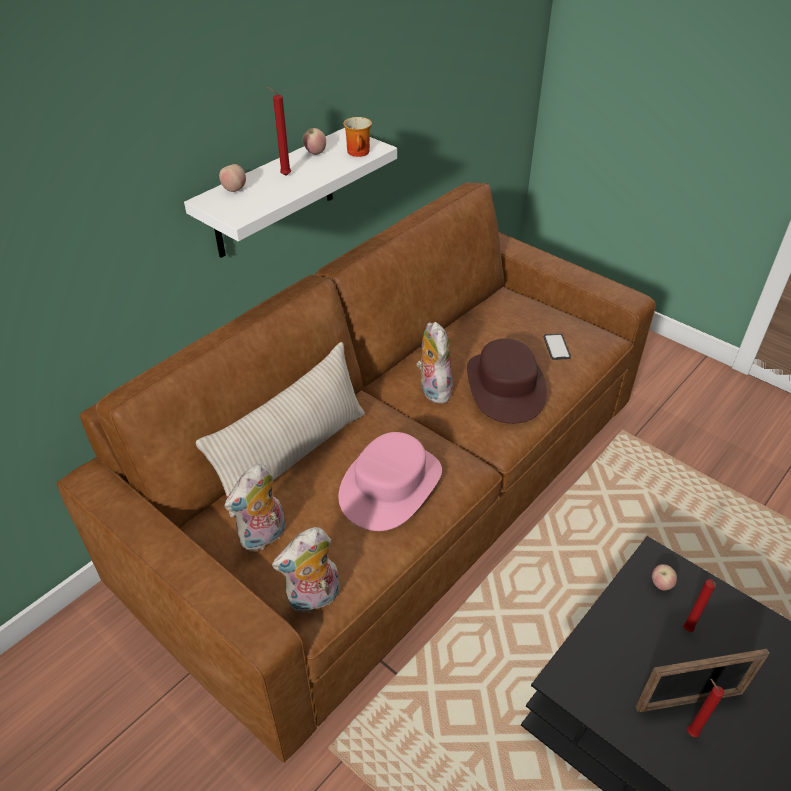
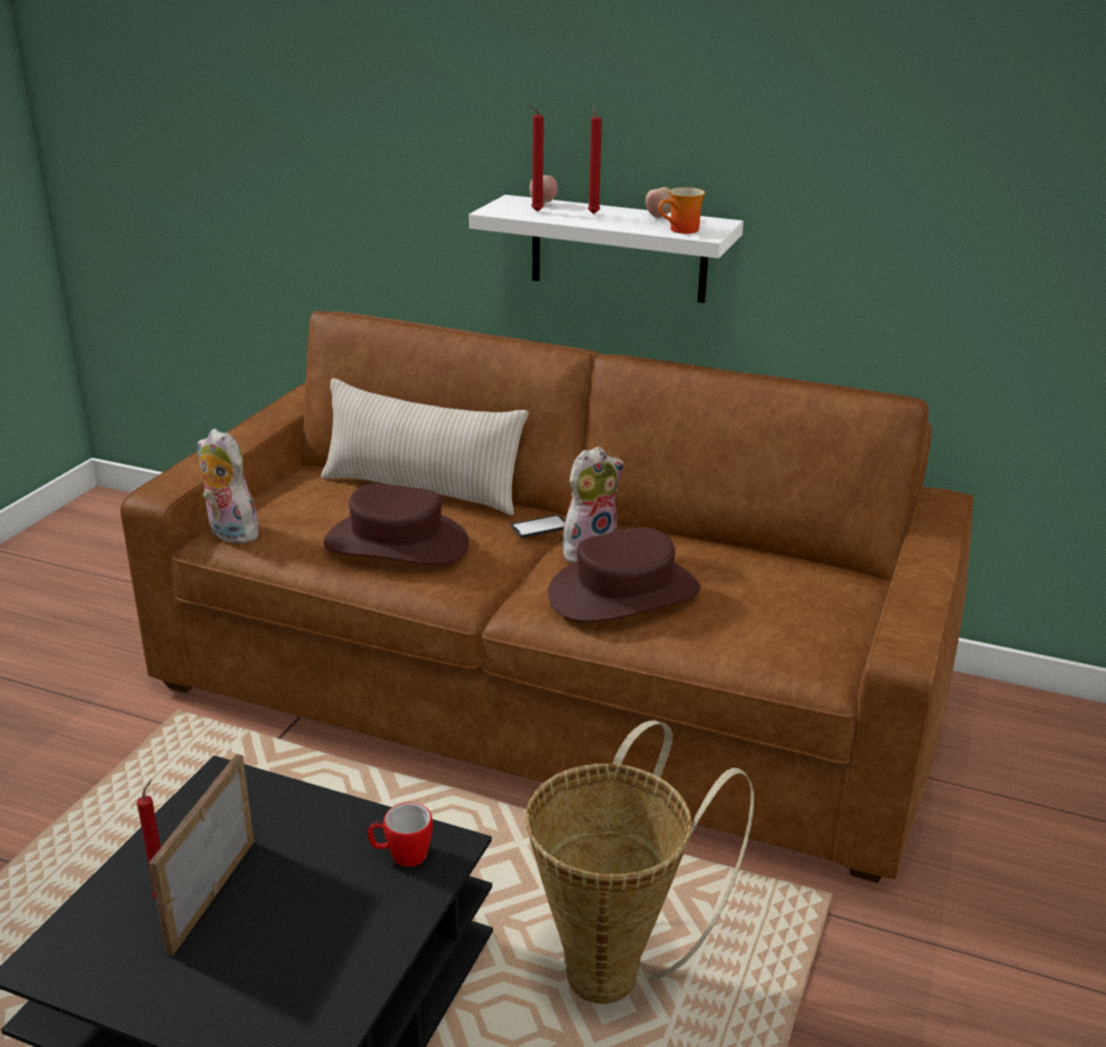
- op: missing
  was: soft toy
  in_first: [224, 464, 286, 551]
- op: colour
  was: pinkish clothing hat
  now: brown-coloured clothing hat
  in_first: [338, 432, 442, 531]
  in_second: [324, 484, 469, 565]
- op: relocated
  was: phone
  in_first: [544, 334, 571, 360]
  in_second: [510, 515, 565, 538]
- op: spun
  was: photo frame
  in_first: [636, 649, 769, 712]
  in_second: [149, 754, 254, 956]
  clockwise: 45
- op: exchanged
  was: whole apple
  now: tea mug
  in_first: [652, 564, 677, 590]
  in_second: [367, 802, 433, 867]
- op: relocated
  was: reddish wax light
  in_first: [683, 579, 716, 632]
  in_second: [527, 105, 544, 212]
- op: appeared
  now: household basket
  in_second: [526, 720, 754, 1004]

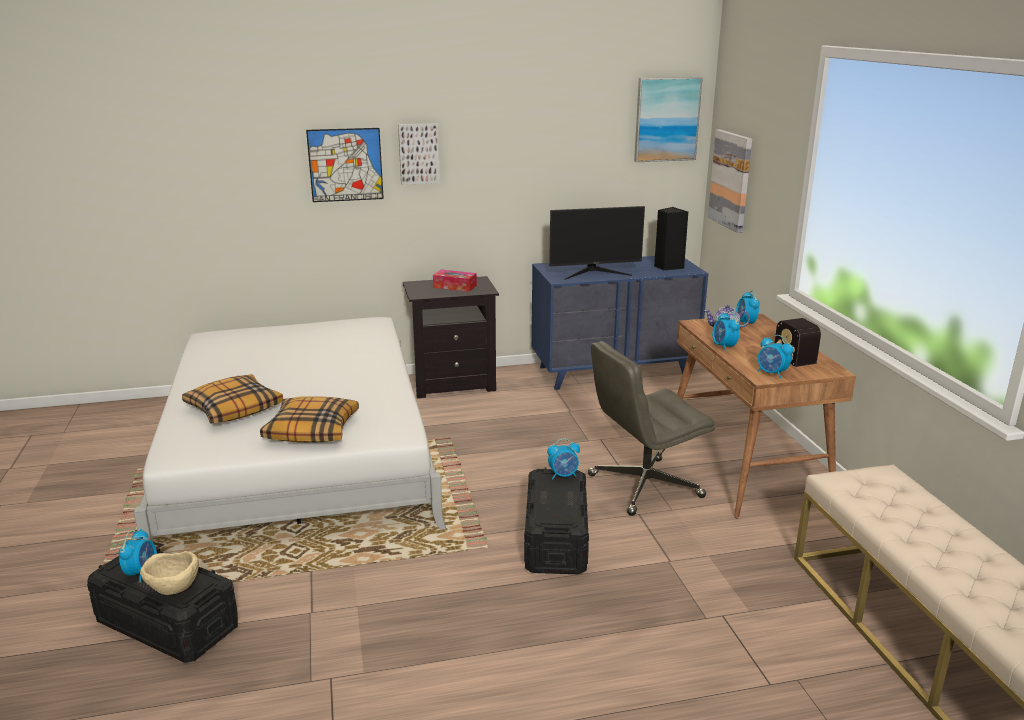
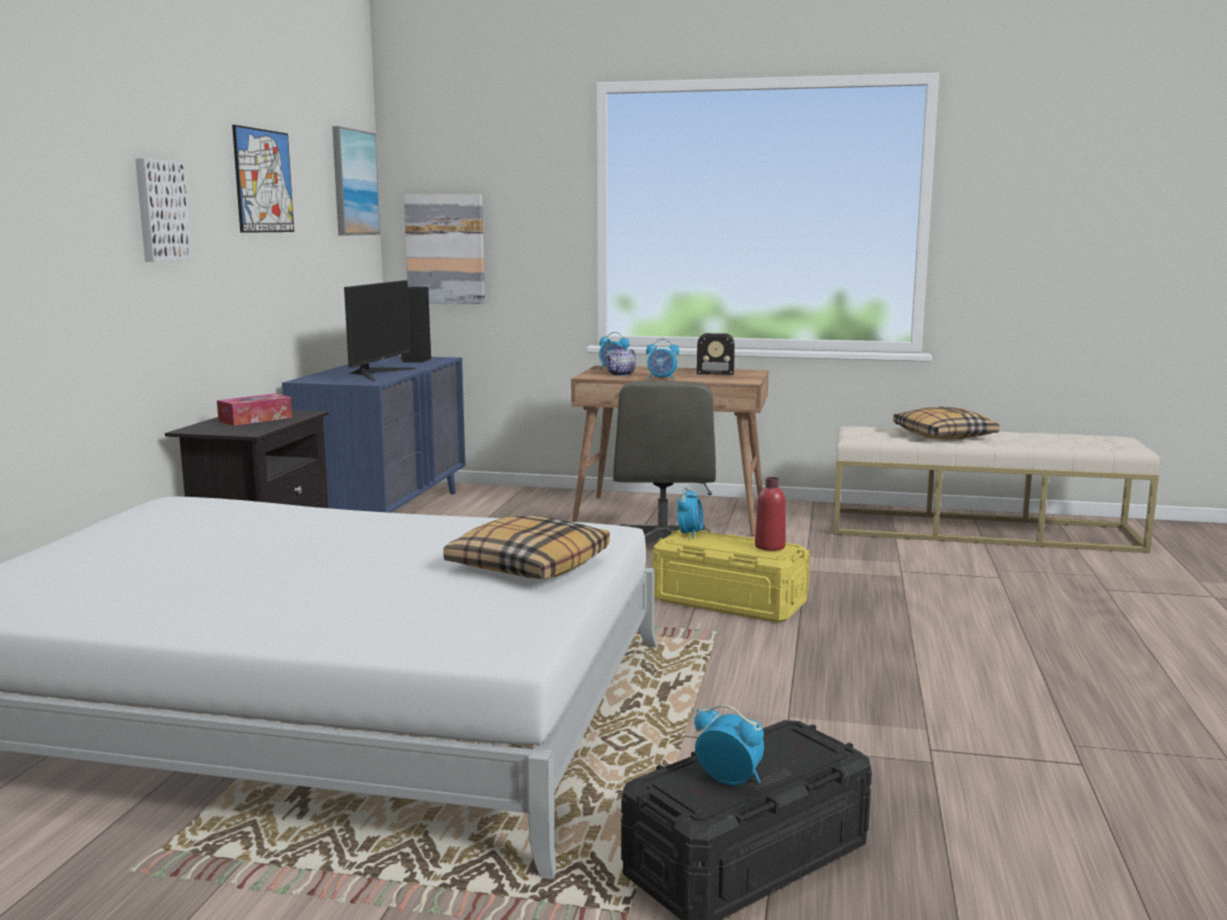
- op: missing
  was: sand-coloured serving bowl
  in_first: [140, 551, 199, 595]
- op: relocated
  was: throw pillow
  in_first: [182, 374, 283, 424]
  in_second: [893, 407, 999, 440]
- op: relocated
  was: picture
  in_first: [306, 128, 384, 202]
  in_second: [232, 125, 294, 233]
- op: colour
  was: black storage box
  now: yellowish storage box
  in_first: [524, 467, 589, 574]
  in_second: [652, 529, 810, 622]
- op: missing
  was: bedside clock
  in_first: [758, 335, 793, 378]
- op: appeared
  now: reddish drink bottle
  in_second: [755, 477, 786, 551]

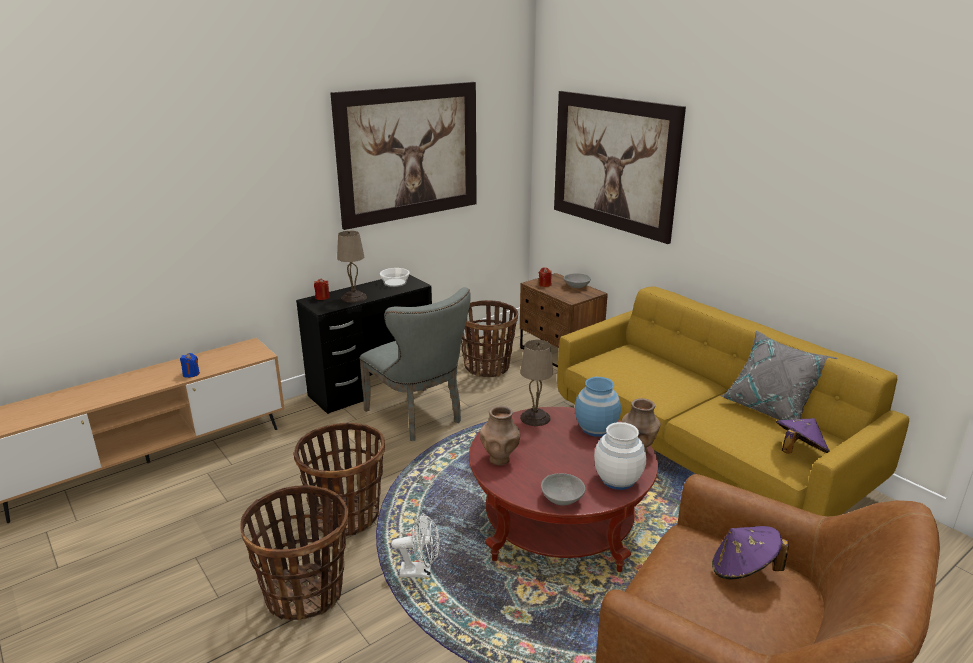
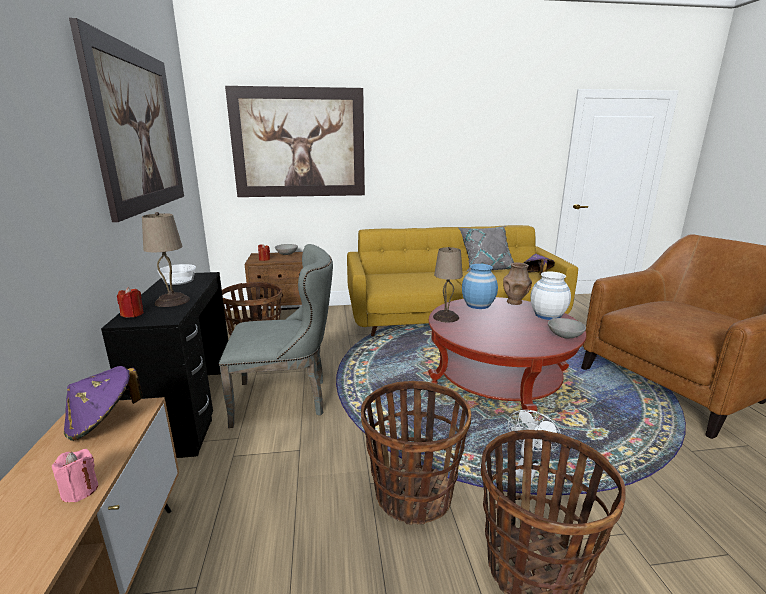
- op: colour
  was: blue wax light
  now: pinkish wax light
  in_first: [180, 353, 200, 378]
  in_second: [52, 449, 98, 503]
- op: missing
  was: brown-coloured decorative vase
  in_first: [480, 406, 520, 466]
- op: relocated
  was: purple clothing hat
  in_first: [712, 526, 789, 579]
  in_second: [64, 366, 143, 441]

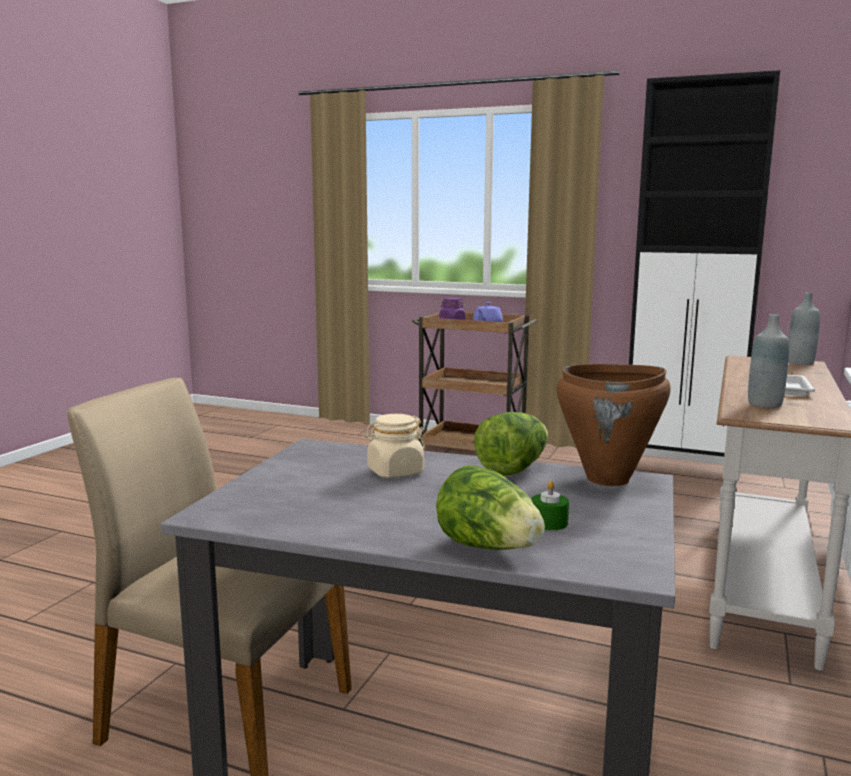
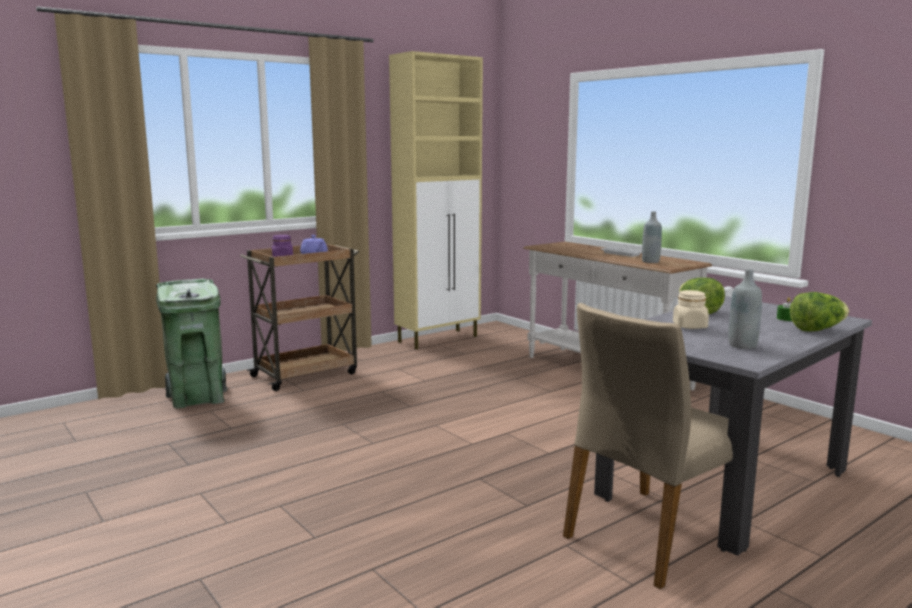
- op: missing
  was: brown-coloured cooking pot
  in_first: [557, 364, 671, 486]
- op: colour
  was: black cupboard
  now: sand-coloured cupboard
  in_first: [629, 70, 780, 457]
  in_second: [389, 51, 483, 349]
- op: relocated
  was: greyish drink bottle
  in_first: [789, 292, 820, 365]
  in_second: [728, 269, 762, 349]
- op: appeared
  now: green trash can
  in_second: [156, 278, 227, 408]

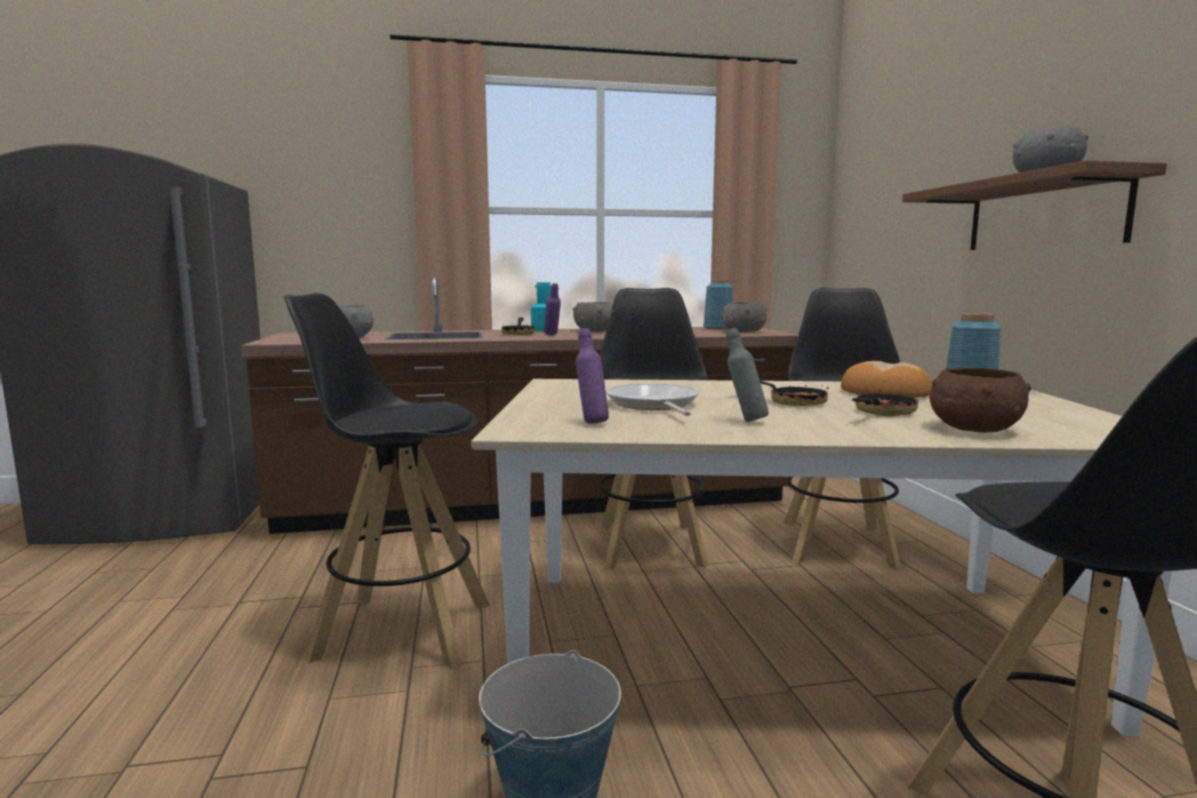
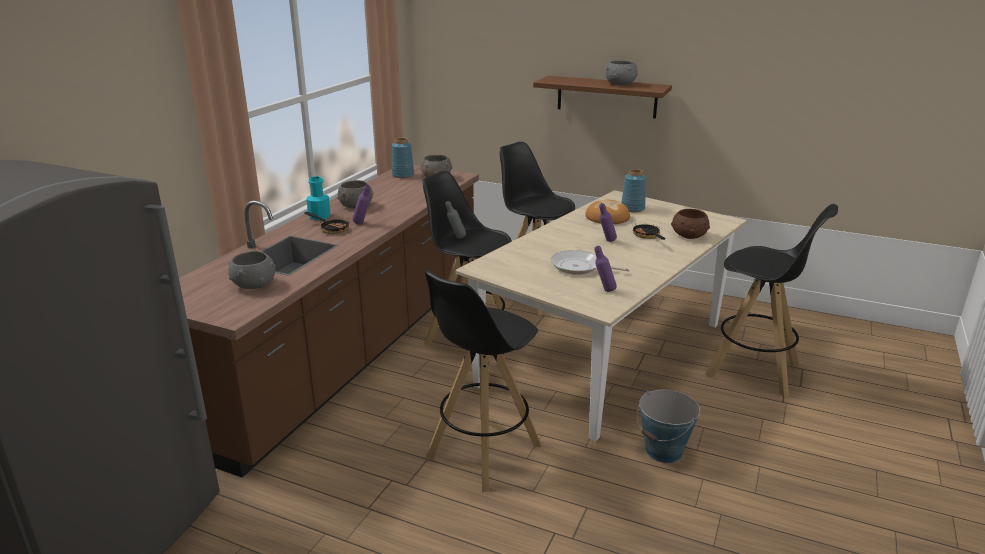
- op: relocated
  was: greyish drink bottle
  in_first: [726, 328, 769, 422]
  in_second: [445, 201, 466, 239]
- op: exchanged
  was: frying pan
  now: purple drink bottle
  in_first: [728, 374, 829, 406]
  in_second: [599, 203, 617, 242]

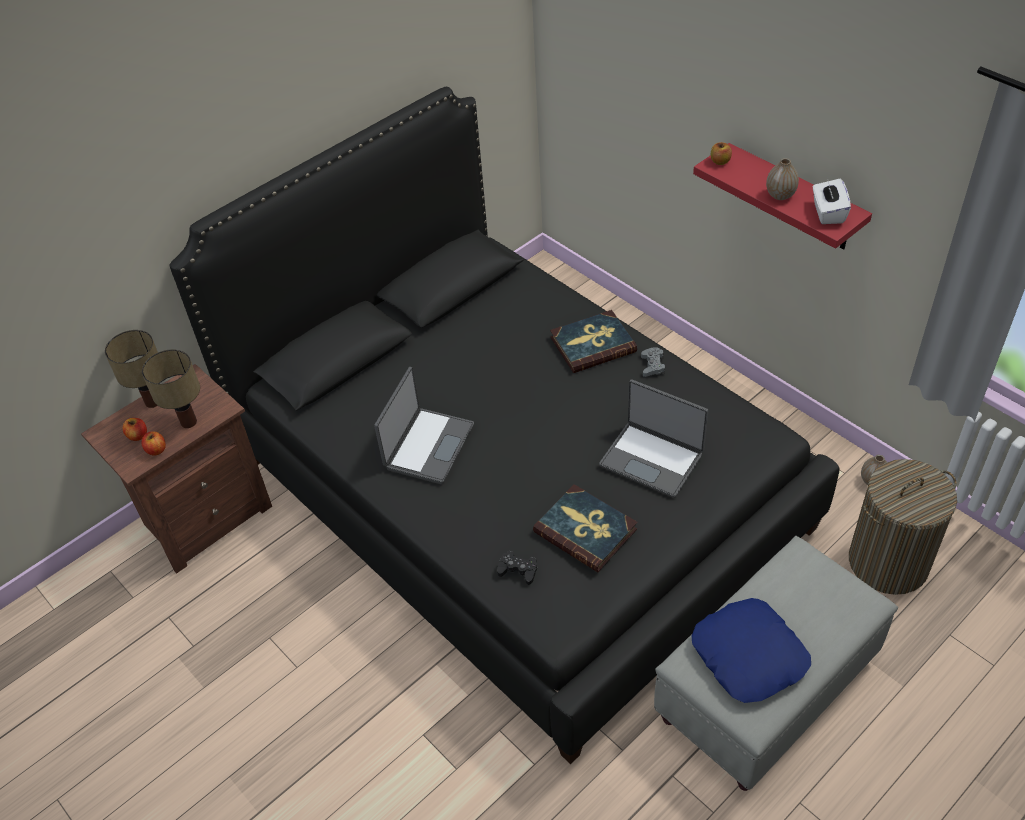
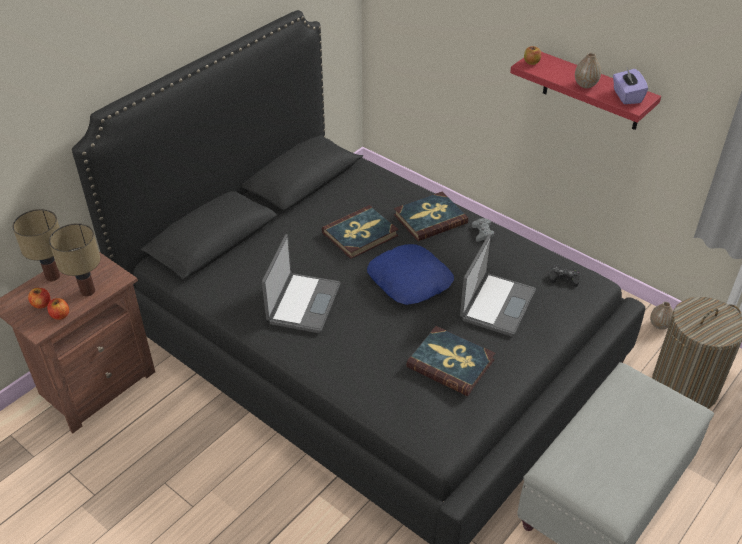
- op: relocated
  was: black game controller
  in_first: [497, 551, 537, 585]
  in_second: [550, 265, 580, 287]
- op: spun
  was: notebook computer
  in_first: [599, 379, 708, 498]
  in_second: [460, 234, 536, 337]
  clockwise: -90
- op: relocated
  was: blue throw pillow
  in_first: [692, 598, 811, 703]
  in_second: [367, 244, 454, 305]
- op: colour
  was: whitish box of tissues
  now: purple box of tissues
  in_first: [813, 179, 851, 224]
  in_second: [613, 68, 648, 104]
- op: appeared
  now: book
  in_second: [322, 205, 398, 259]

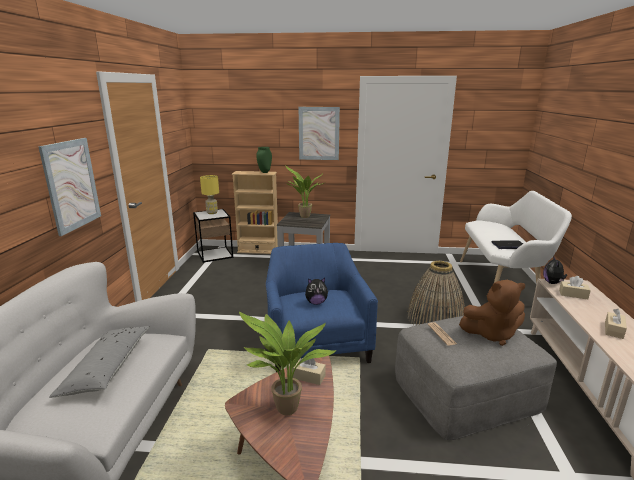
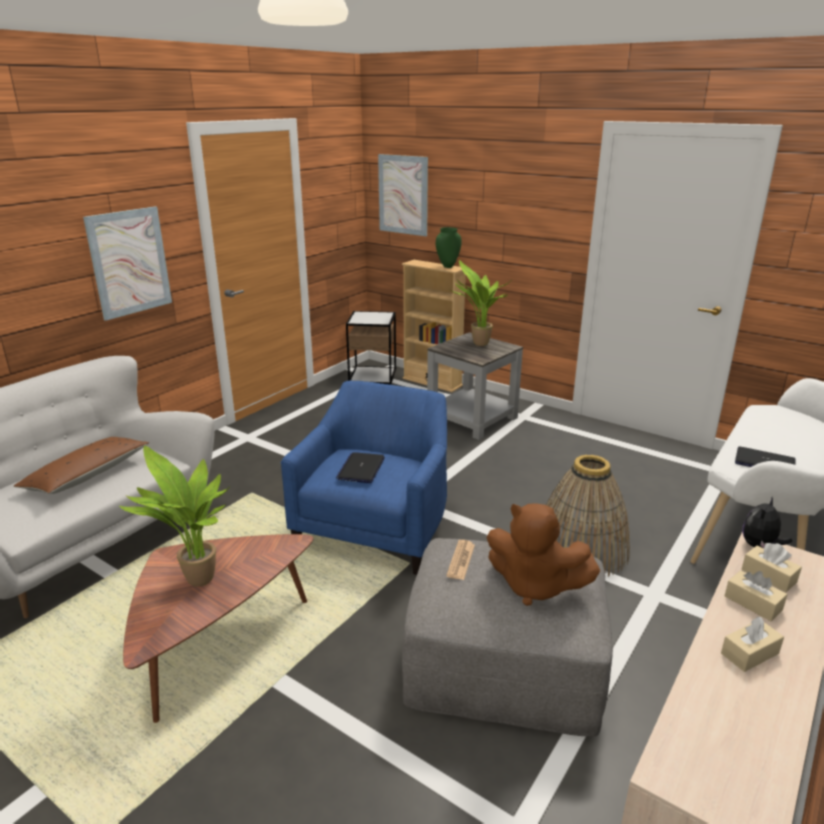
- op: colour
  was: greyish throw pillow
  now: brown-coloured throw pillow
  in_first: [49, 326, 150, 398]
  in_second: [14, 437, 149, 494]
- op: missing
  was: yellowish table lamp
  in_first: [200, 175, 219, 214]
- op: relocated
  was: sand-coloured box of tissues
  in_first: [292, 358, 326, 385]
  in_second: [725, 570, 788, 621]
- op: relocated
  was: picture
  in_first: [299, 107, 340, 160]
  in_second: [378, 154, 428, 236]
- op: exchanged
  was: soft toy
  now: notebook computer
  in_first: [305, 278, 328, 305]
  in_second: [336, 452, 385, 483]

